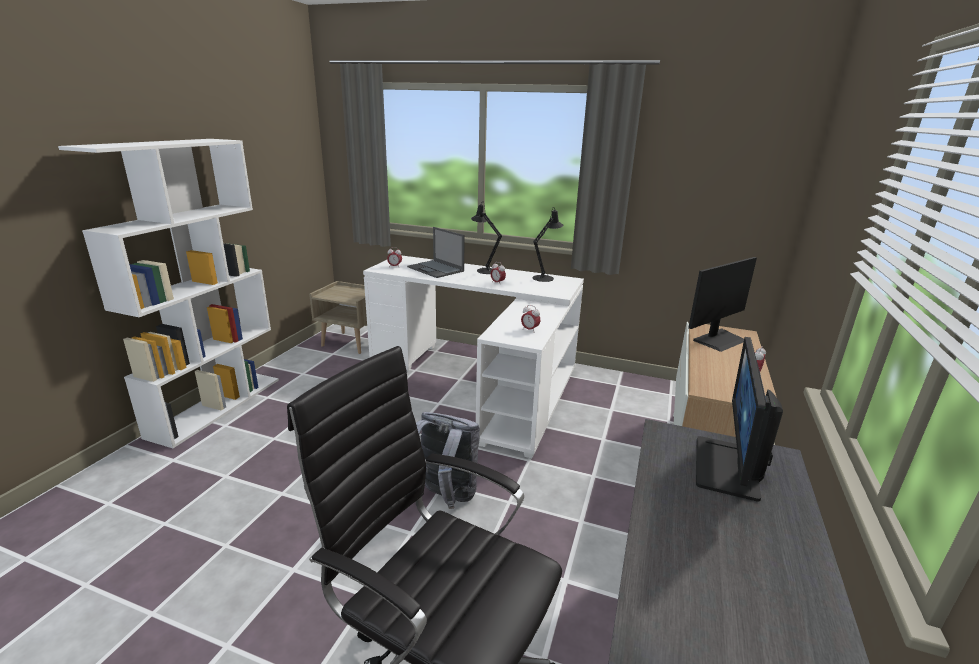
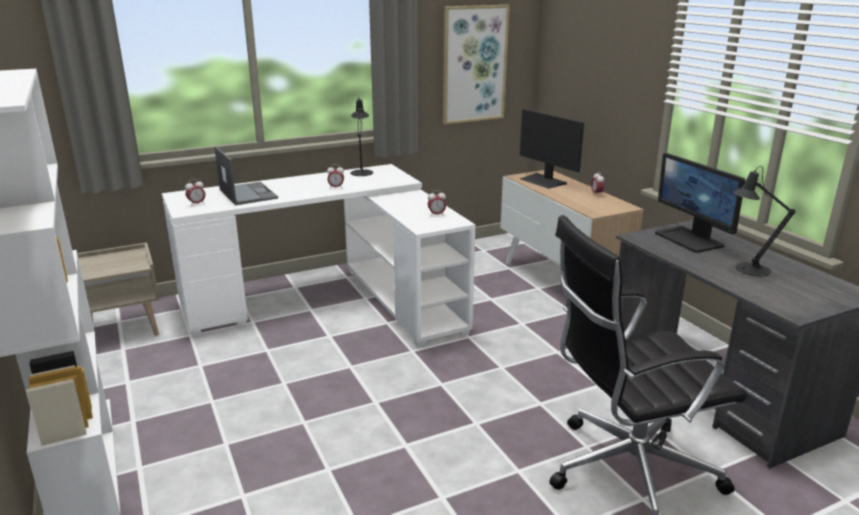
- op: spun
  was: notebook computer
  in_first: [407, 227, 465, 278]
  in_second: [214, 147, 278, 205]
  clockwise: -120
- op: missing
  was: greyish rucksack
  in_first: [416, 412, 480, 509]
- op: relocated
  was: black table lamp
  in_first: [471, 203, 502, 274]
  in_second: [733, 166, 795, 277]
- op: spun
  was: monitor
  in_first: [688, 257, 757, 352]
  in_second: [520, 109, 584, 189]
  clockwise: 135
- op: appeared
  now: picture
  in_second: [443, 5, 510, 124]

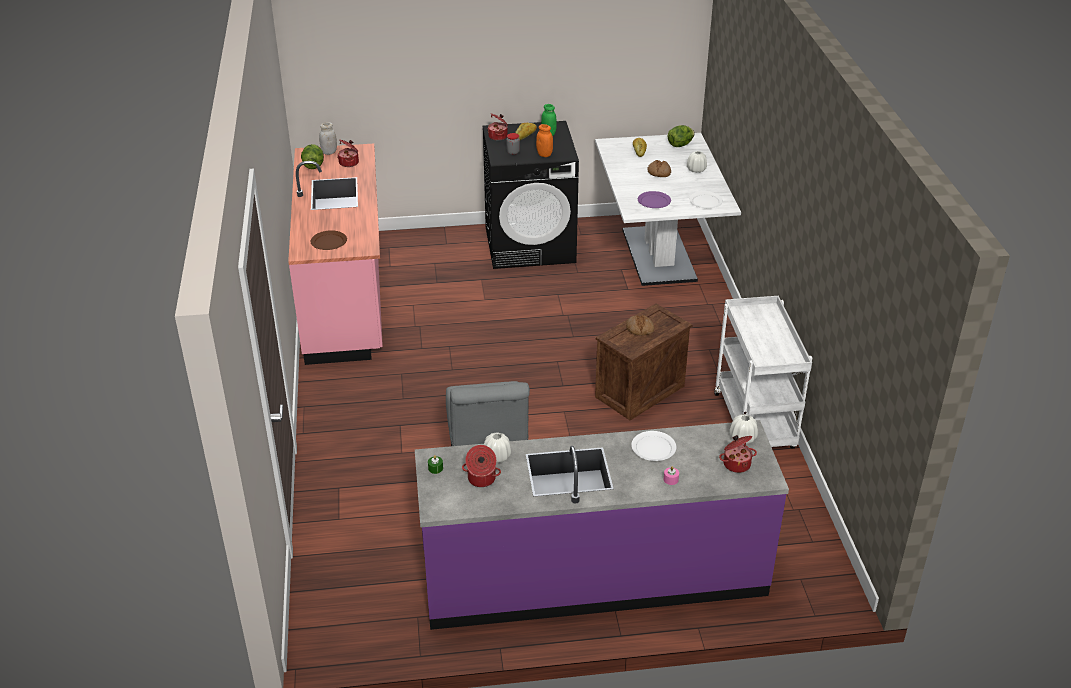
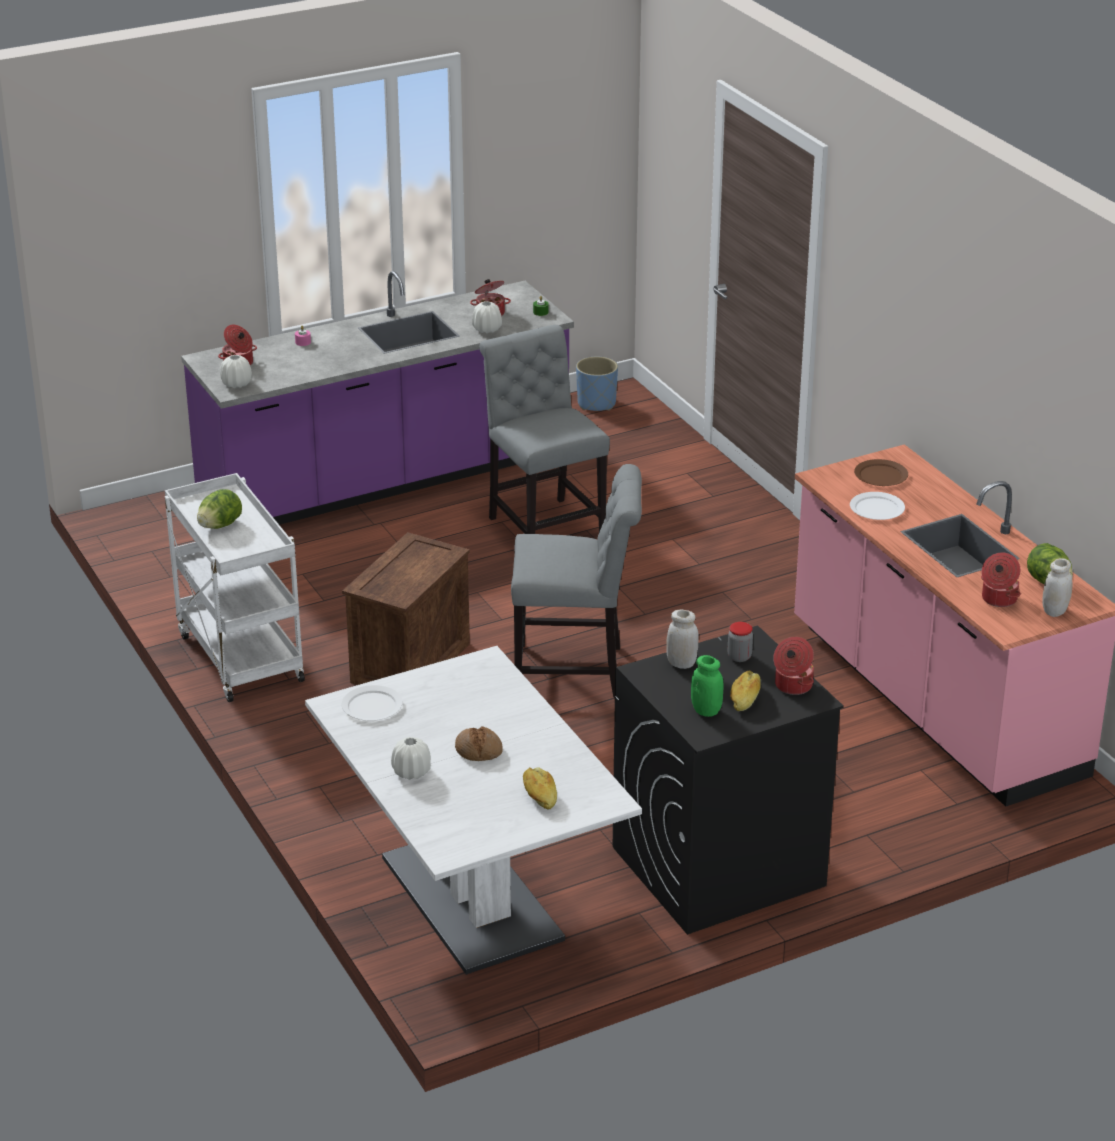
- op: colour
  was: orange-coloured jar
  now: whitish jar
  in_first: [536, 124, 553, 157]
  in_second: [666, 609, 699, 669]
- op: missing
  was: baked bread
  in_first: [626, 315, 654, 335]
- op: relocated
  was: whitish flat dish
  in_first: [631, 431, 676, 461]
  in_second: [850, 492, 905, 520]
- op: missing
  was: purple flat dish
  in_first: [638, 191, 671, 208]
- op: relocated
  was: head of lettuce
  in_first: [668, 125, 695, 147]
  in_second: [197, 489, 242, 529]
- op: appeared
  now: greyish chair
  in_second: [511, 464, 642, 698]
- op: appeared
  now: blue planter
  in_second: [576, 357, 618, 411]

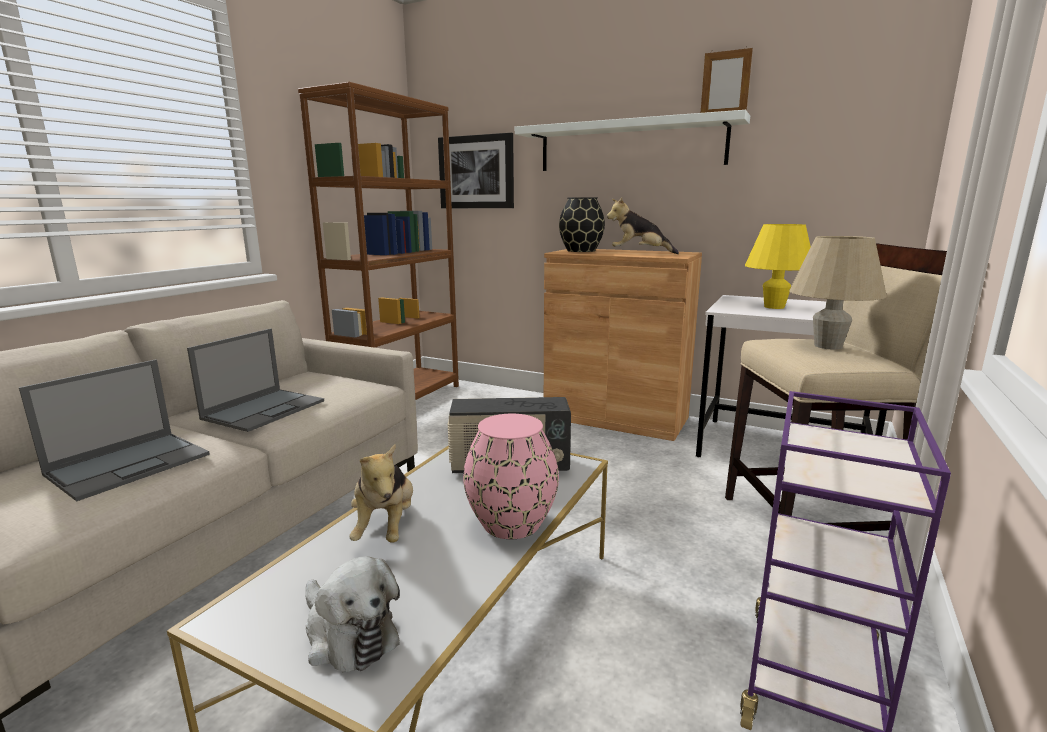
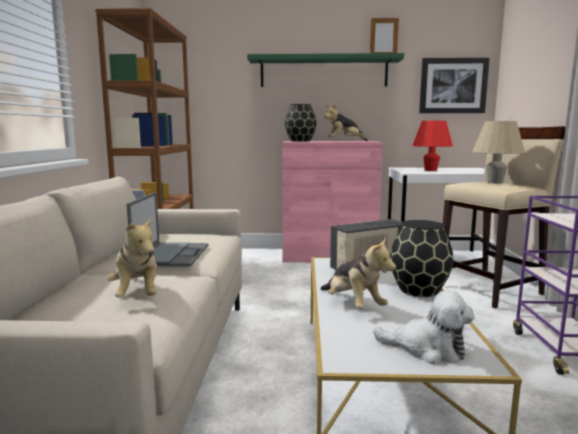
- op: exchanged
  was: notebook computer
  now: soft toy
  in_first: [19, 359, 210, 501]
  in_second: [107, 216, 157, 297]
- op: relocated
  was: picture
  in_first: [438, 133, 514, 208]
  in_second: [419, 58, 490, 113]
- op: colour
  was: pinkish decorative vase
  now: black decorative vase
  in_first: [463, 414, 559, 539]
  in_second: [390, 220, 453, 297]
- op: colour
  was: whitish bracket shelf
  now: green bracket shelf
  in_first: [515, 110, 750, 171]
  in_second: [247, 53, 404, 87]
- op: colour
  was: brown-coloured cupboard
  now: pinkish cupboard
  in_first: [544, 249, 702, 441]
  in_second: [282, 141, 383, 262]
- op: colour
  was: yellowish table lamp
  now: reddish table lamp
  in_first: [745, 224, 811, 309]
  in_second: [412, 121, 453, 171]

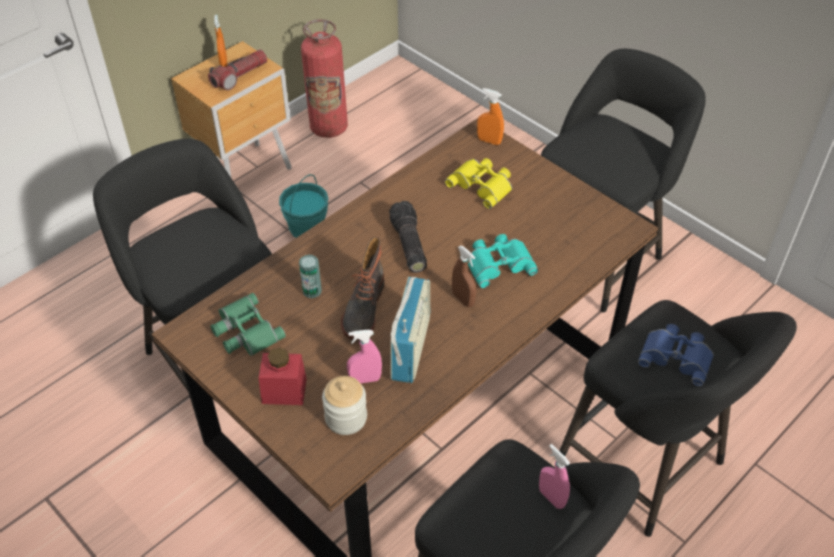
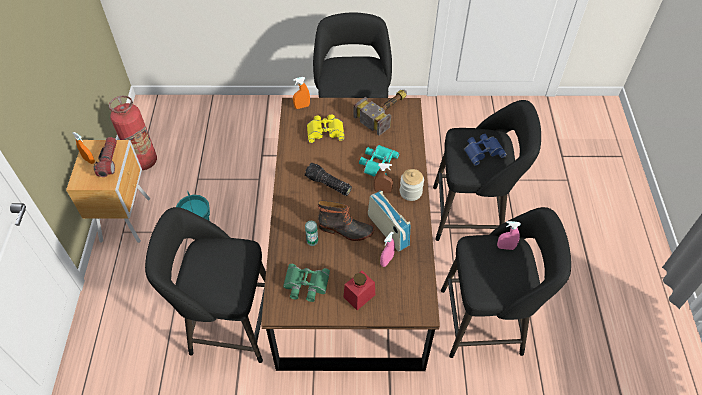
- op: relocated
  was: jar
  in_first: [322, 376, 367, 435]
  in_second: [400, 169, 424, 201]
- op: spun
  was: boot
  in_first: [341, 237, 385, 340]
  in_second: [318, 200, 375, 241]
  clockwise: -45
- op: appeared
  now: hammer
  in_second: [354, 90, 407, 136]

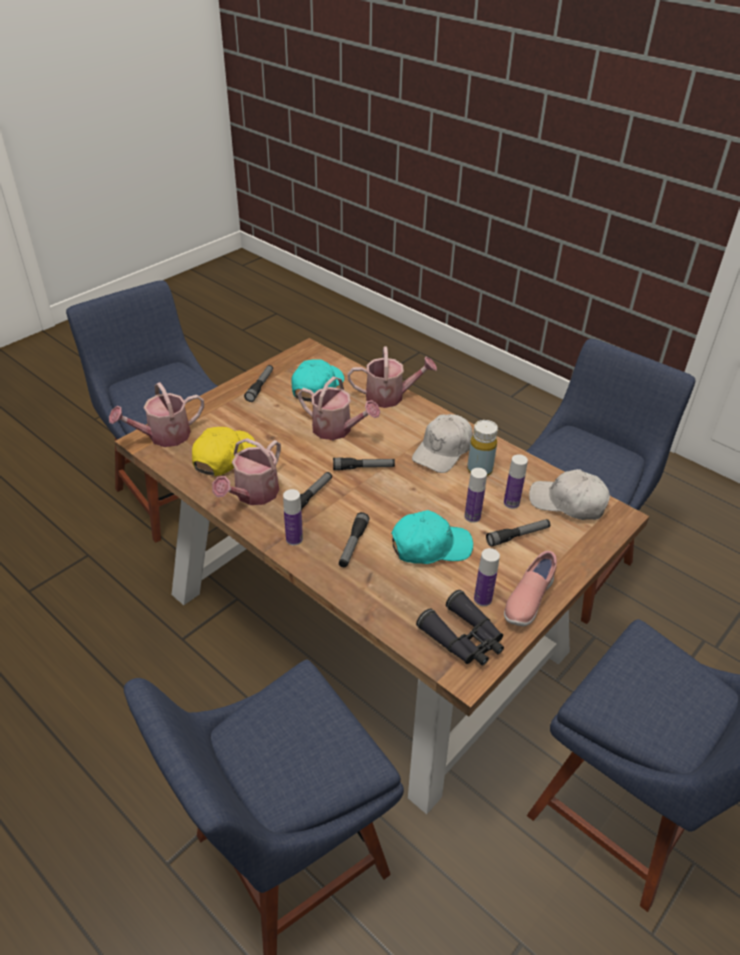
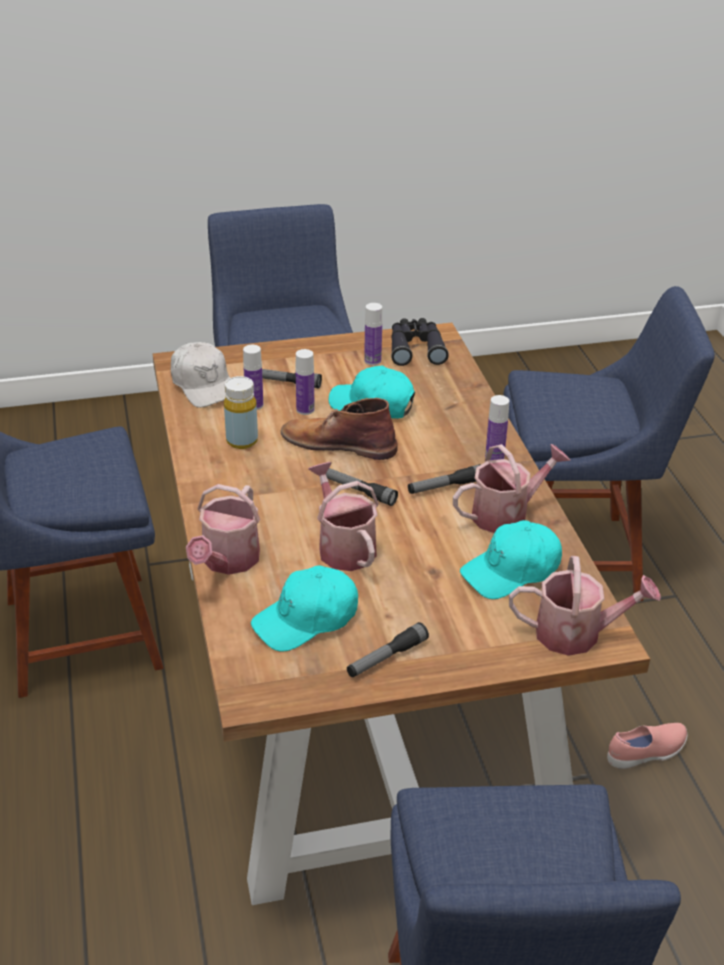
- op: colour
  was: yellowish peaked cap
  now: turquoise-coloured peaked cap
  in_first: [192, 427, 256, 476]
  in_second: [460, 520, 562, 599]
- op: missing
  was: hand torch
  in_first: [339, 512, 370, 567]
- op: spun
  was: sprinkling can
  in_first: [348, 346, 437, 408]
  in_second: [186, 484, 260, 575]
  clockwise: -105
- op: missing
  was: whitish peaked cap
  in_first: [412, 414, 473, 473]
- op: relocated
  was: pinkish item of footwear
  in_first: [504, 551, 557, 626]
  in_second: [607, 723, 687, 769]
- op: appeared
  now: brown-coloured boot
  in_second: [281, 398, 398, 460]

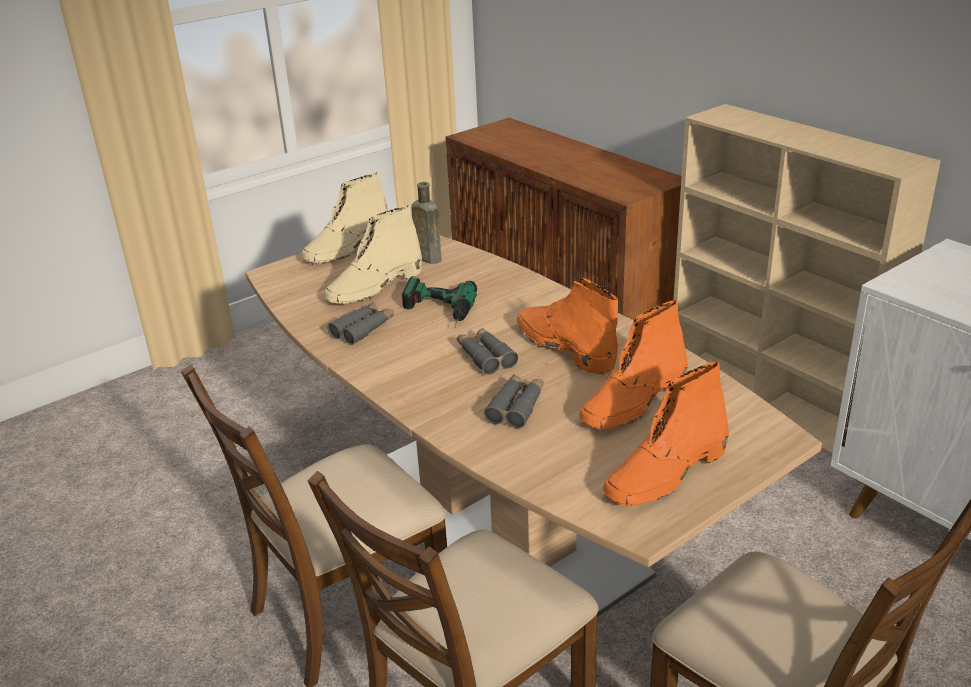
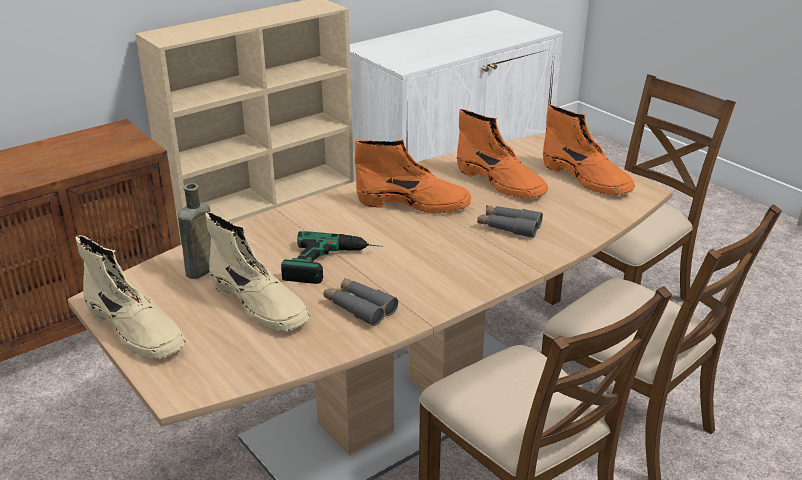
- op: missing
  was: greyish binoculars
  in_first: [457, 328, 518, 375]
- op: spun
  was: orange-coloured boot
  in_first: [517, 278, 618, 375]
  in_second: [354, 139, 471, 214]
  clockwise: -135

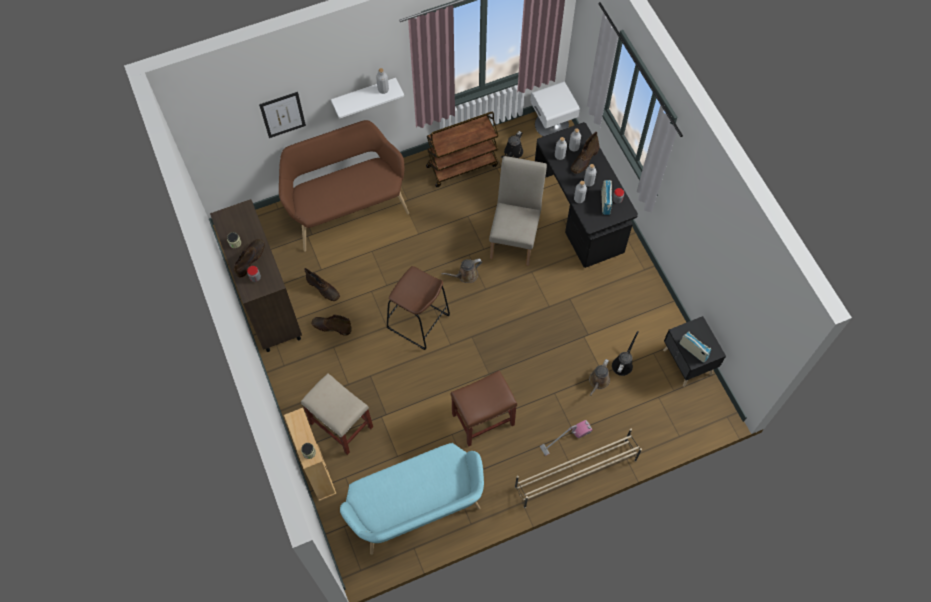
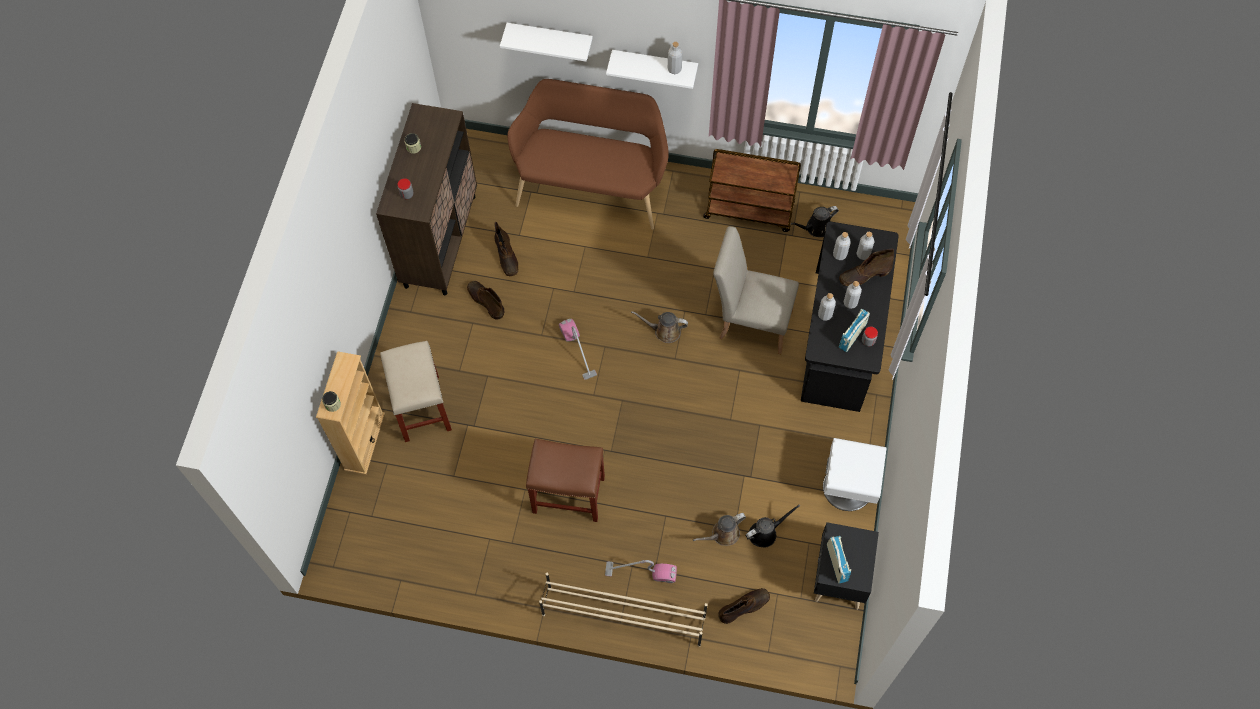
- op: relocated
  was: brown-coloured boot
  in_first: [233, 239, 265, 277]
  in_second: [718, 588, 770, 624]
- op: exchanged
  was: picture
  now: whitish bracket shelf
  in_first: [259, 92, 306, 138]
  in_second: [500, 23, 593, 61]
- op: missing
  was: turquoise-coloured indoor bench
  in_first: [340, 443, 484, 555]
- op: exchanged
  was: brown-coloured stool
  now: vacuum
  in_first: [387, 266, 450, 350]
  in_second: [559, 319, 597, 380]
- op: spun
  was: sand-coloured chair
  in_first: [489, 156, 547, 266]
  in_second: [713, 226, 799, 354]
  clockwise: -120
- op: relocated
  was: whitish night table
  in_first: [530, 82, 580, 136]
  in_second: [823, 438, 886, 511]

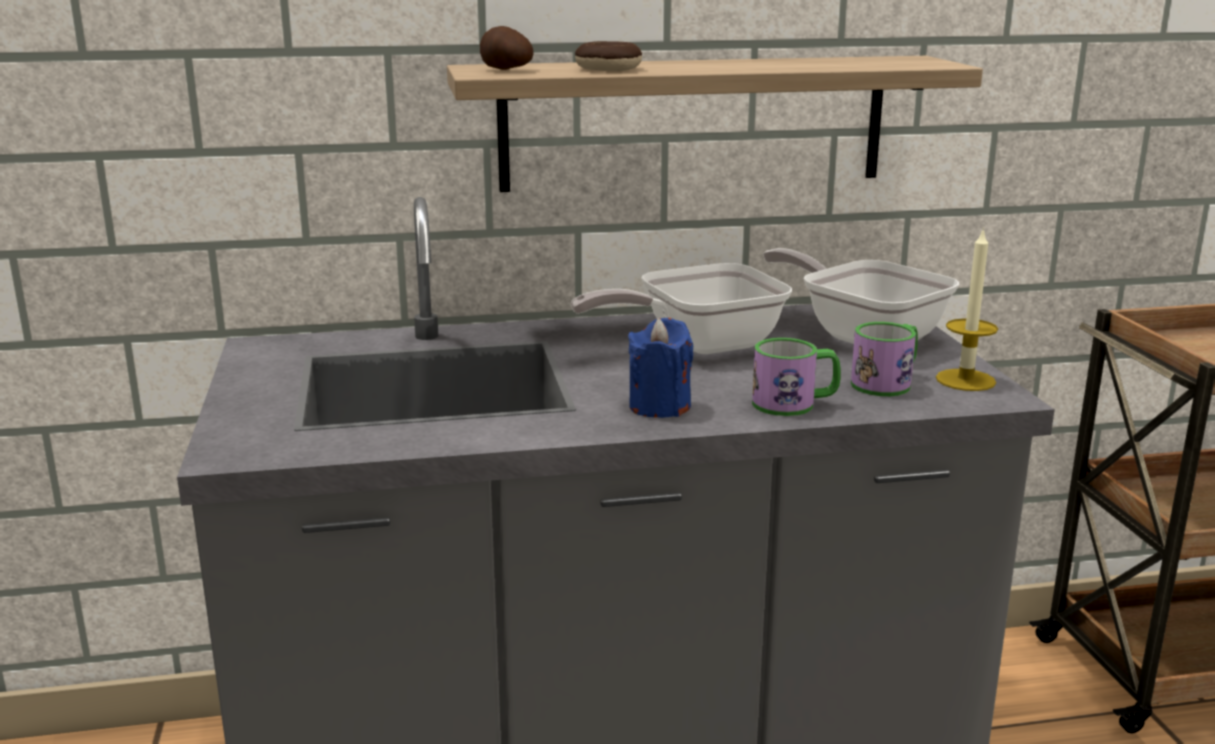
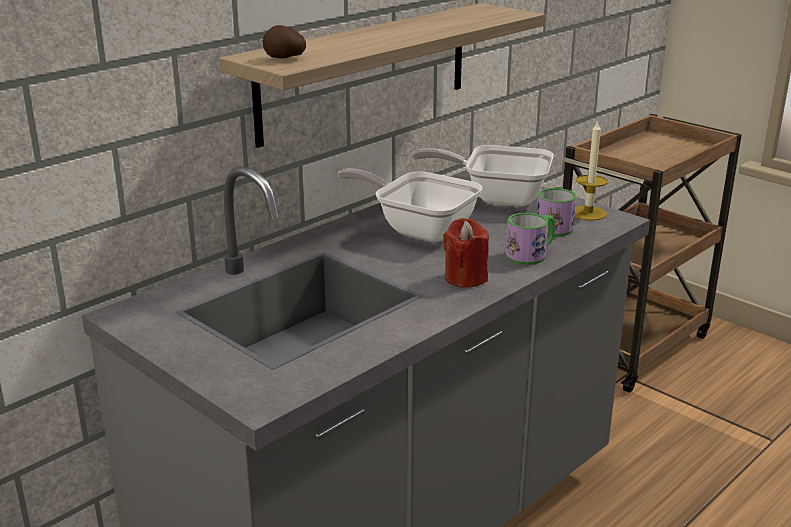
- op: spun
  was: frying pan
  in_first: [571, 263, 792, 354]
  in_second: [337, 168, 483, 242]
  clockwise: 90
- op: missing
  was: doughnut
  in_first: [575, 41, 642, 71]
- op: colour
  was: blue wax light
  now: reddish wax light
  in_first: [628, 318, 693, 418]
  in_second: [443, 218, 489, 288]

